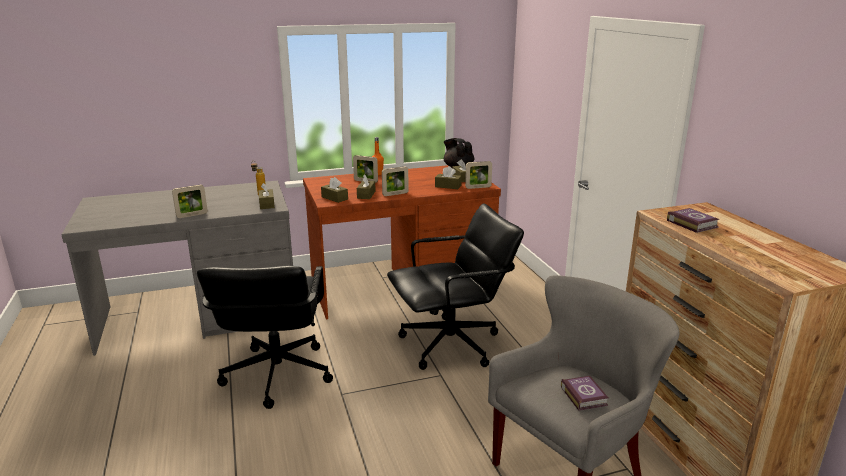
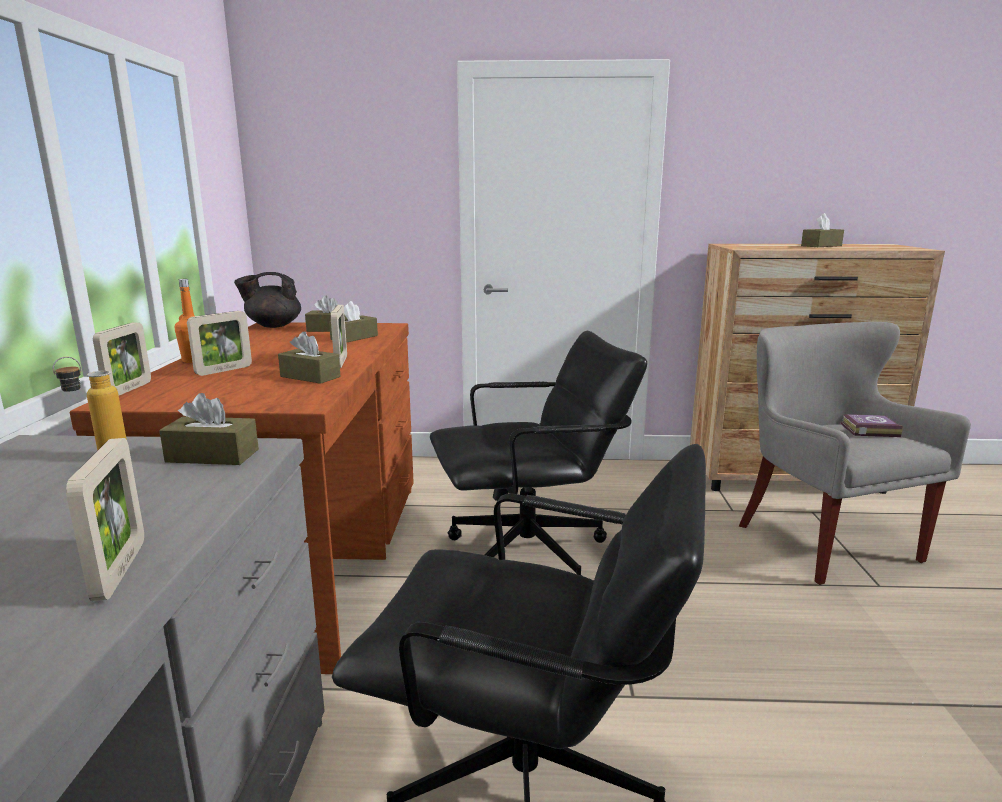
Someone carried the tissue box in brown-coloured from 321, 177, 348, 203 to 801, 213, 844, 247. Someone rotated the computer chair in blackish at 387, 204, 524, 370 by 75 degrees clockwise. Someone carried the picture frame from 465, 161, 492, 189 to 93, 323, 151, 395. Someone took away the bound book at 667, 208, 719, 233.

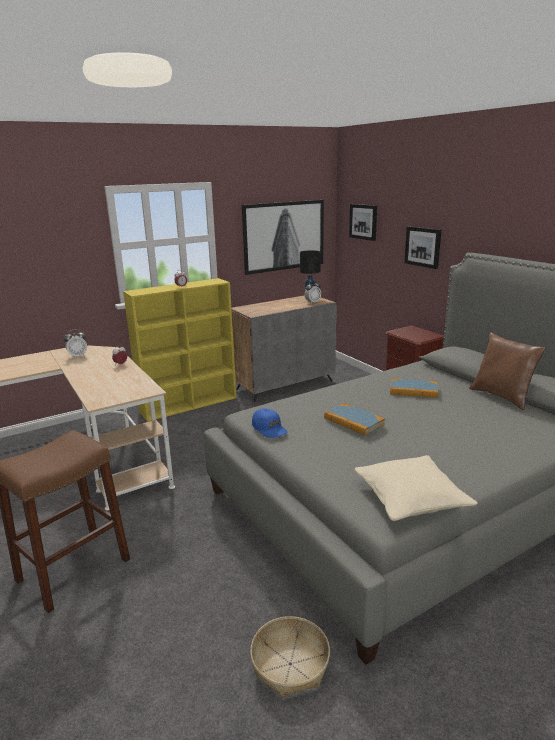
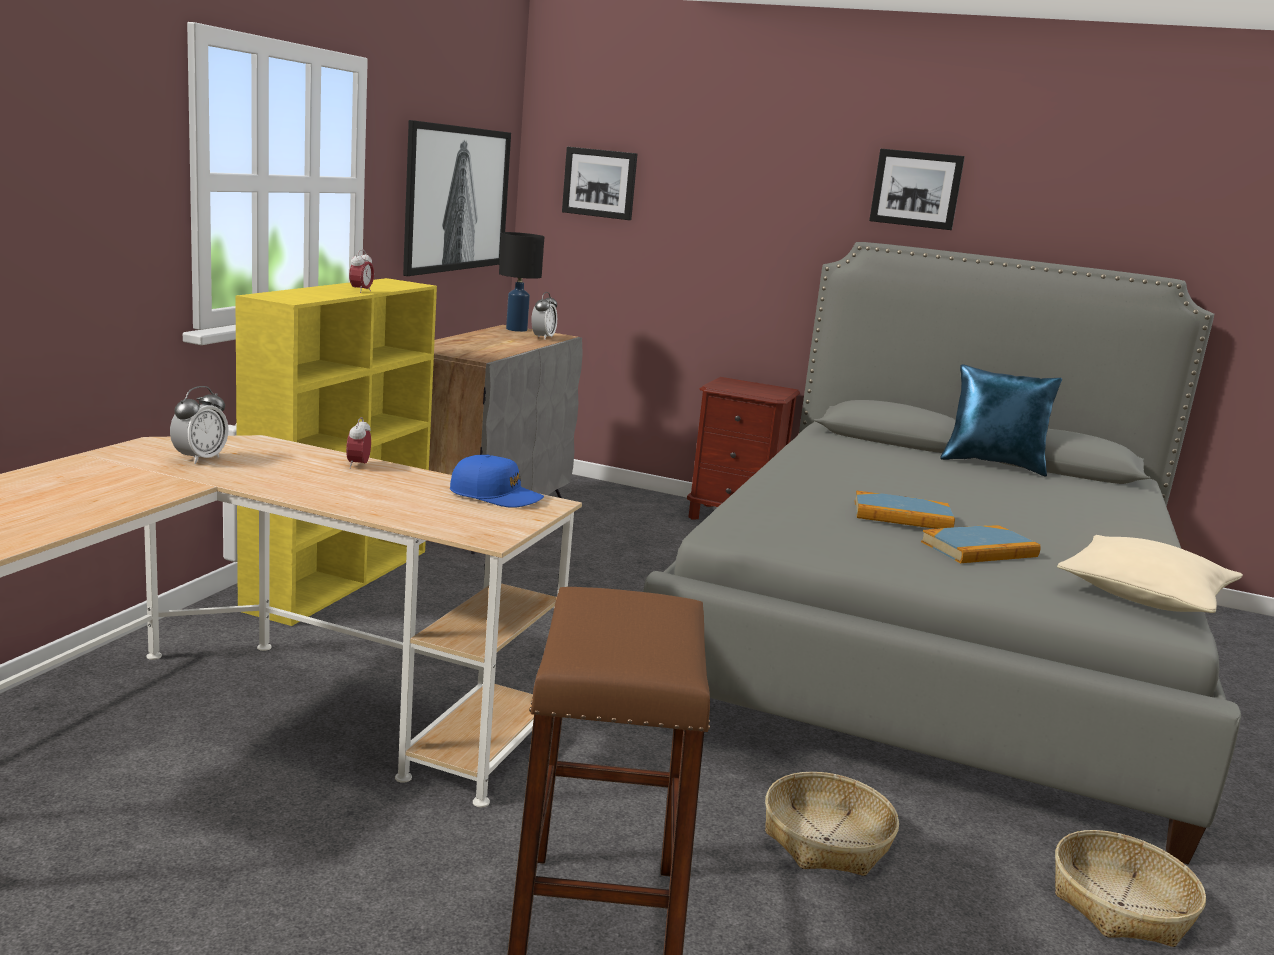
Someone carried the baseball cap in blue-coloured from 252, 408, 288, 438 to 450, 455, 544, 508. Someone carried the bound book from 390, 378, 438, 398 to 921, 525, 1041, 563. Someone carried the wall art from 404, 226, 441, 269 to 869, 149, 965, 230. Someone repainted the pillow in brown-coloured at 469, 333, 546, 410, which became the pillow in blue-coloured at 940, 364, 1062, 476. Someone put down the basket at 765, 772, 899, 876.

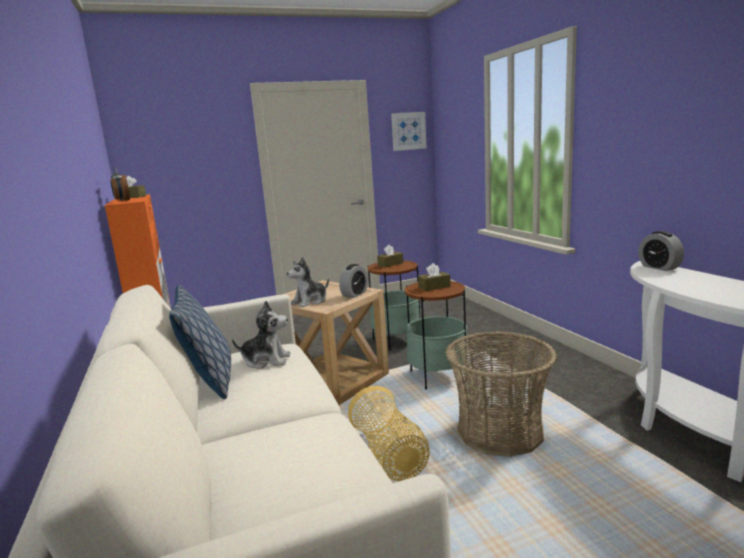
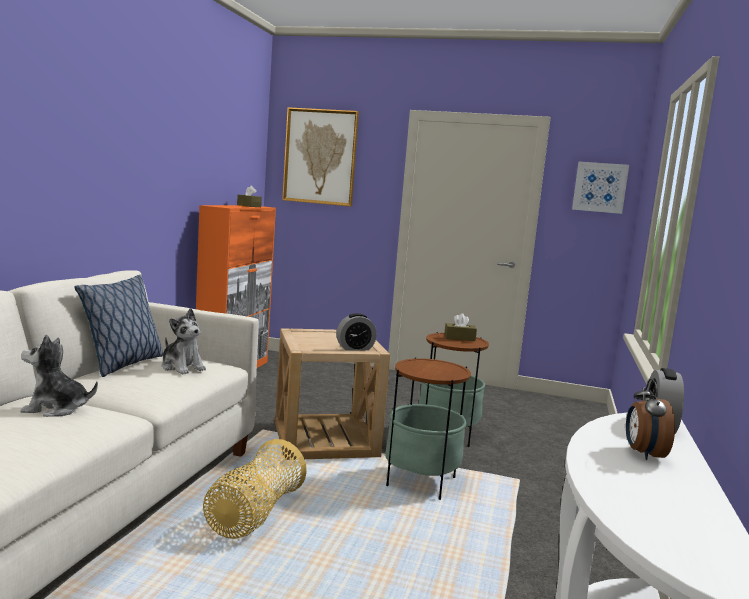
Someone carried the bedside clock from 111, 166, 130, 201 to 626, 379, 675, 460. Someone carried the cuddly toy from 287, 257, 329, 307 to 20, 334, 98, 417. Someone took away the tissue box in brown-coloured at 418, 263, 451, 291. Someone took away the basket at 445, 331, 557, 457. Someone put up the wall art at 282, 107, 359, 207.

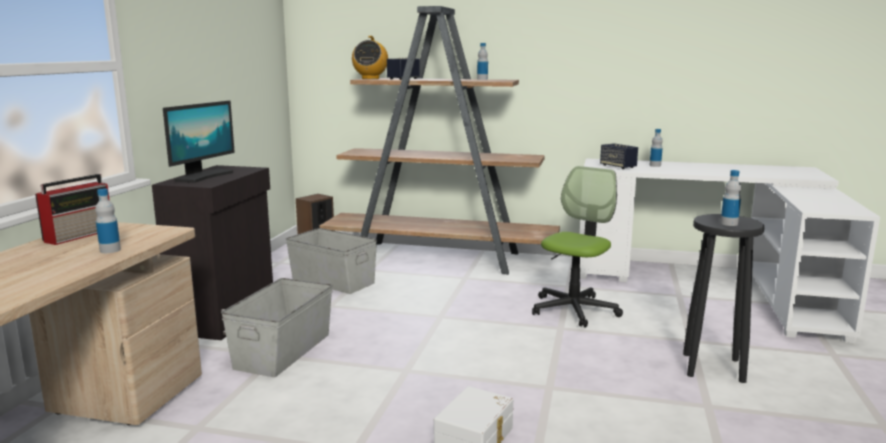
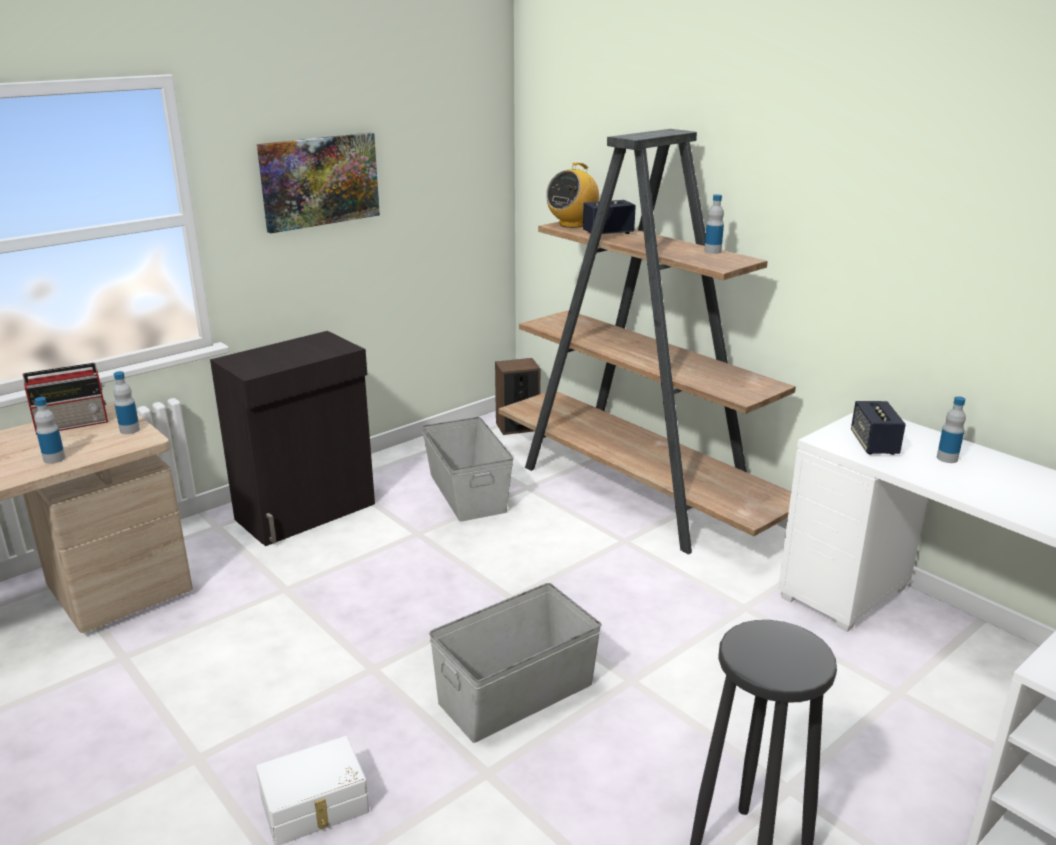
Someone took away the computer display at 163, 101, 235, 183. Someone carried the storage box in grey from 221, 278, 333, 377 to 429, 583, 602, 743. Someone took away the computer chair at 532, 166, 623, 328. Someone carried the drink bottle from 720, 170, 741, 226 to 113, 371, 140, 434. Someone put up the wall art at 257, 132, 380, 233.

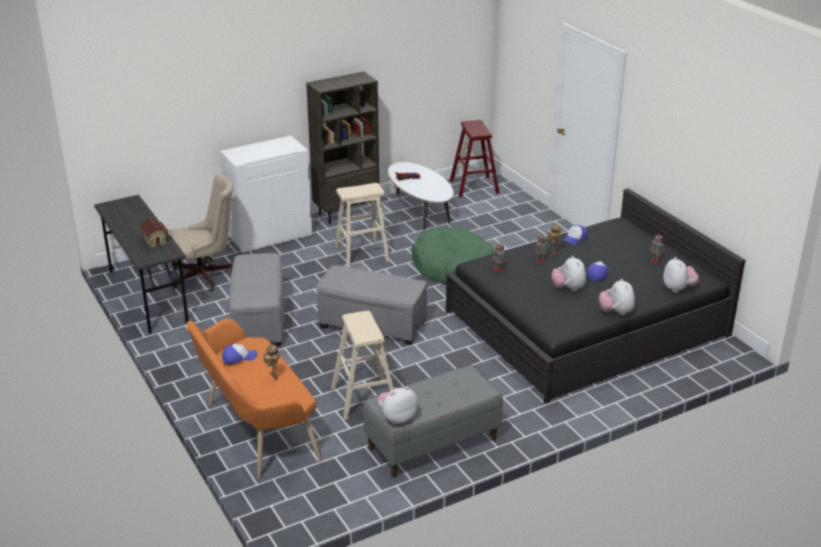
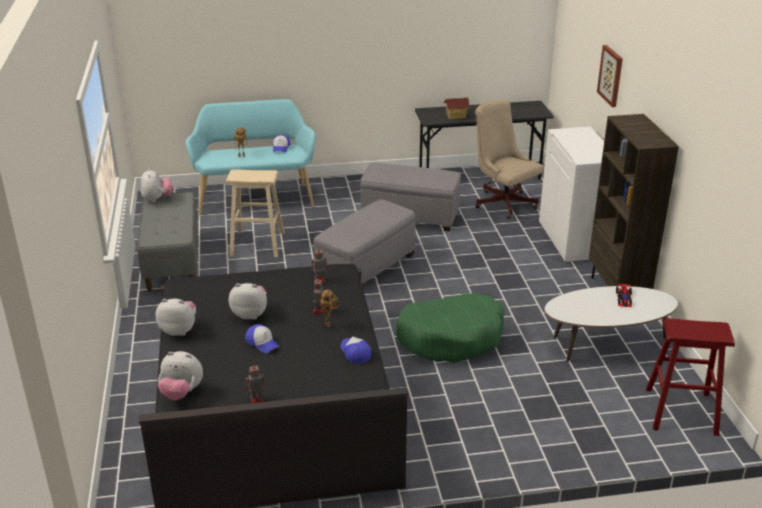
Someone rotated the computer chair in sand-coloured at 170, 174, 234, 291 by 135 degrees clockwise. Someone repainted the bench in orange at 186, 318, 322, 480, which became the bench in turquoise at 186, 99, 316, 216. Someone took away the stool in sand-coloured at 335, 183, 390, 267. Someone put up the wall art at 597, 45, 623, 107.

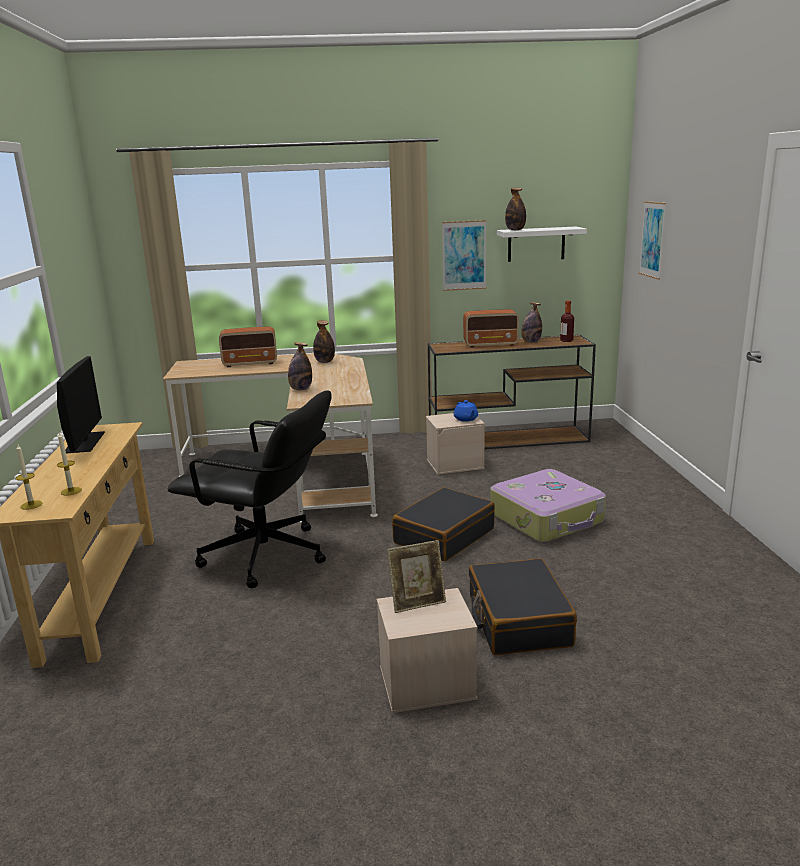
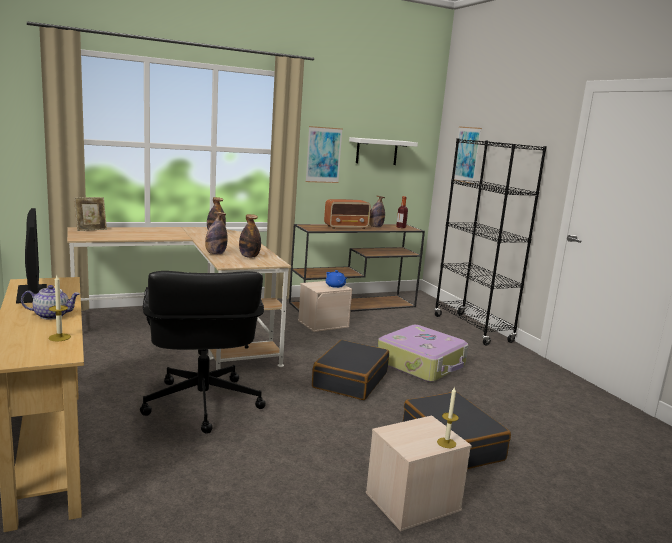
Someone carried the candle from 16, 445, 43, 510 to 437, 387, 459, 448. Someone rotated the computer chair in blackish at 168, 390, 332, 588 by 75 degrees clockwise. Someone took away the radio receiver at 219, 326, 277, 367. Someone carried the picture frame from 387, 540, 446, 613 to 74, 197, 107, 231. Someone carried the drink bottle from 505, 188, 526, 230 to 239, 214, 261, 258. Someone put down the teapot at 21, 285, 80, 320. Someone put down the bookshelf in blackish at 434, 138, 547, 345.

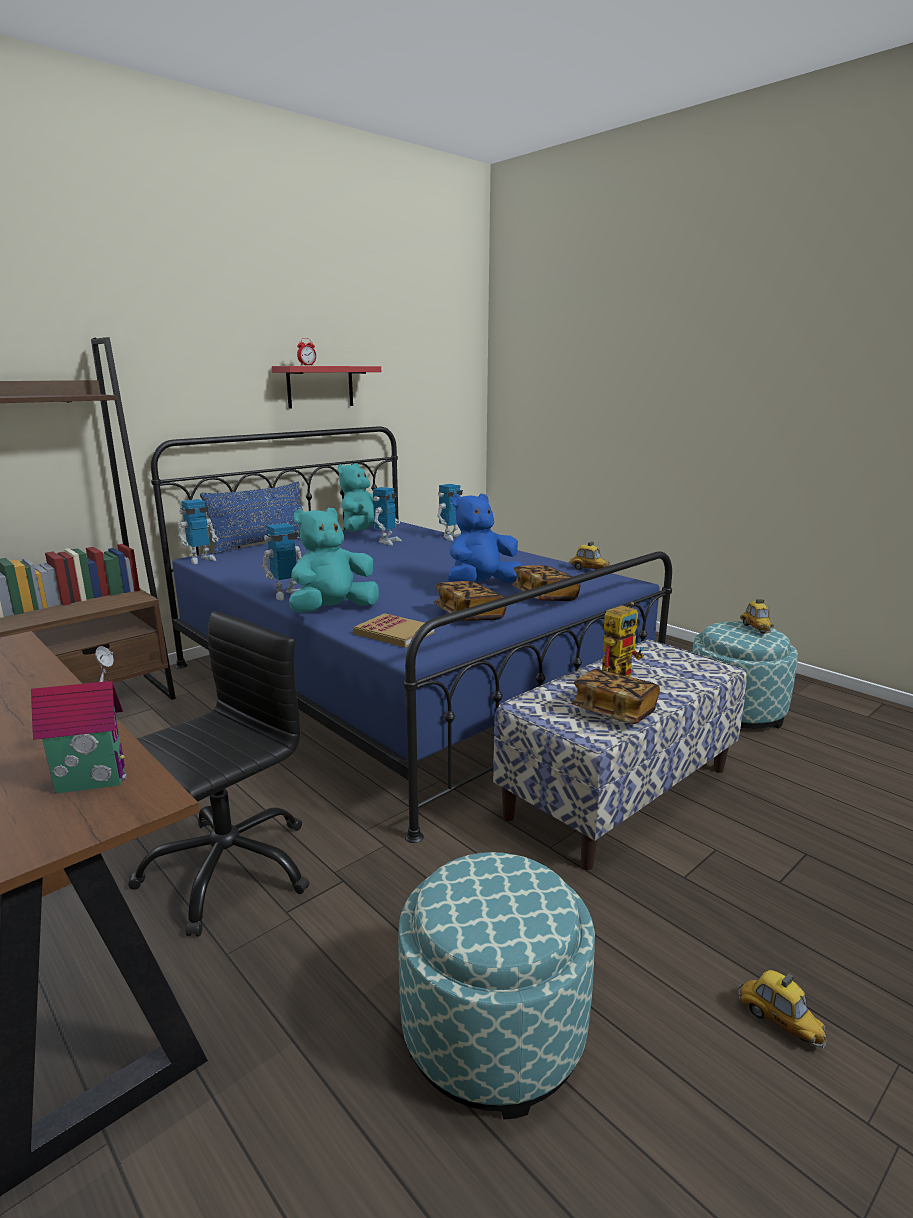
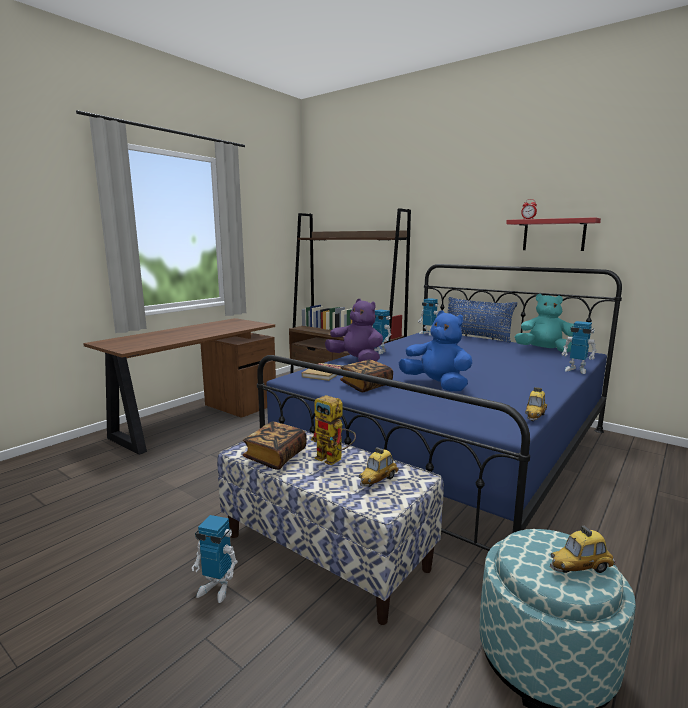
Someone took away the miniature house at 31, 646, 127, 794. Someone took away the computer chair in blackish at 128, 611, 309, 937. Someone repainted the cuddly toy in turquoise at 289, 508, 379, 613, which became the cuddly toy in purple-coloured at 325, 299, 383, 362. Someone carried the robot figure from 373, 487, 402, 545 to 192, 515, 238, 603. Someone took away the ottoman at 398, 852, 595, 1119. Someone took away the bound book at 512, 565, 580, 601. Someone carried the toy car from 738, 970, 827, 1049 to 359, 447, 399, 487.

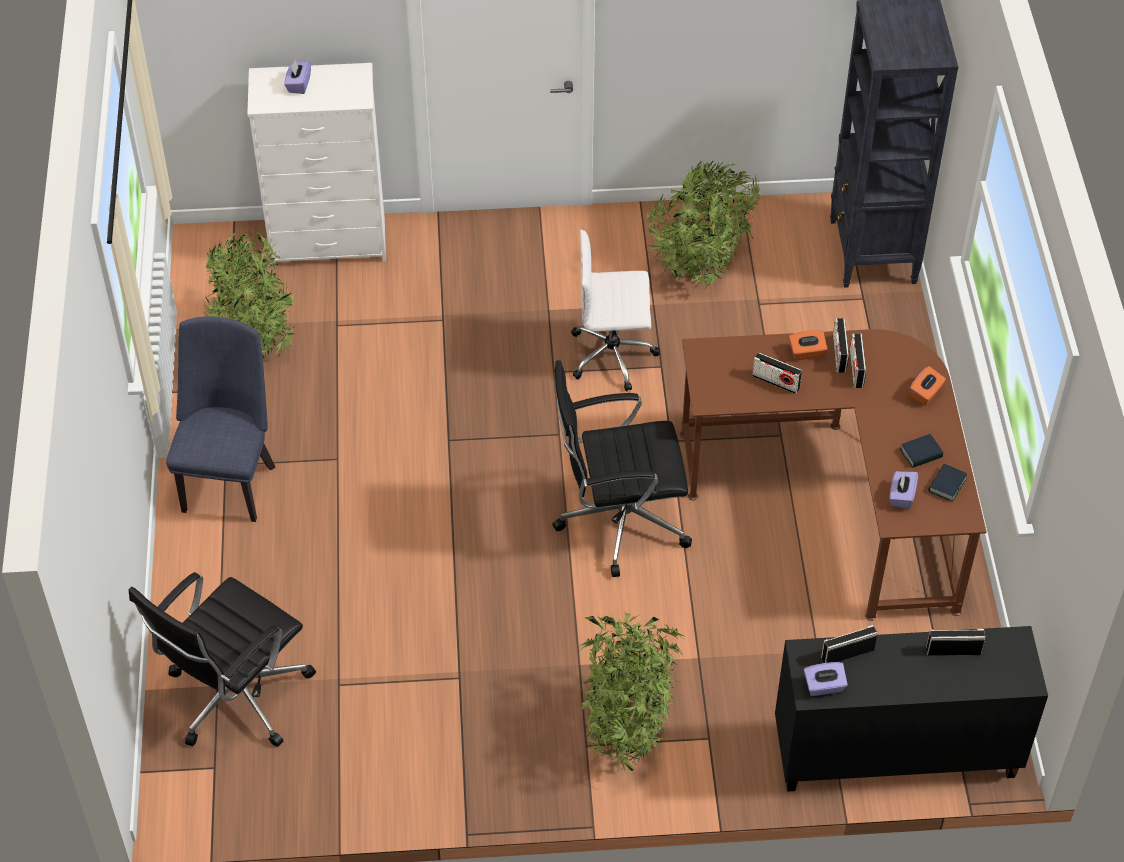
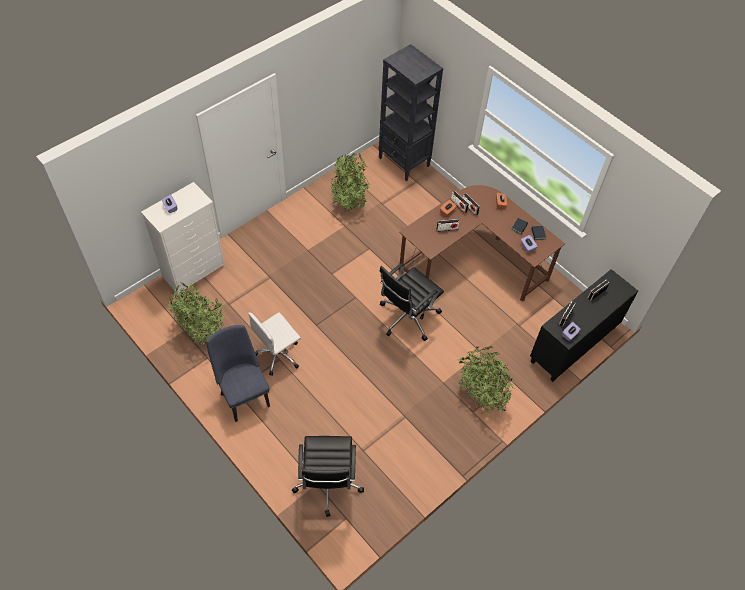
Someone carried the computer chair in white-coloured from 571, 229, 660, 391 to 248, 312, 301, 376.

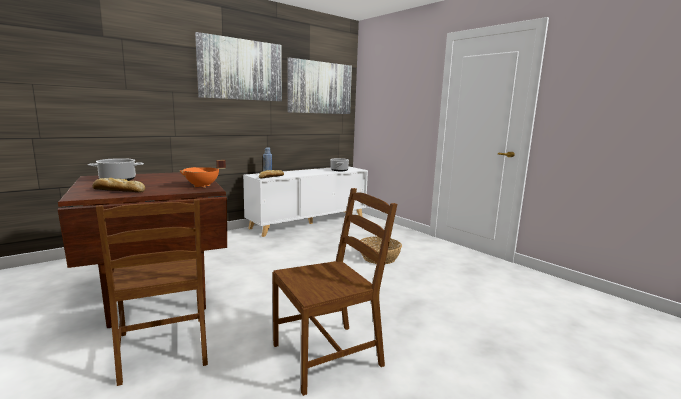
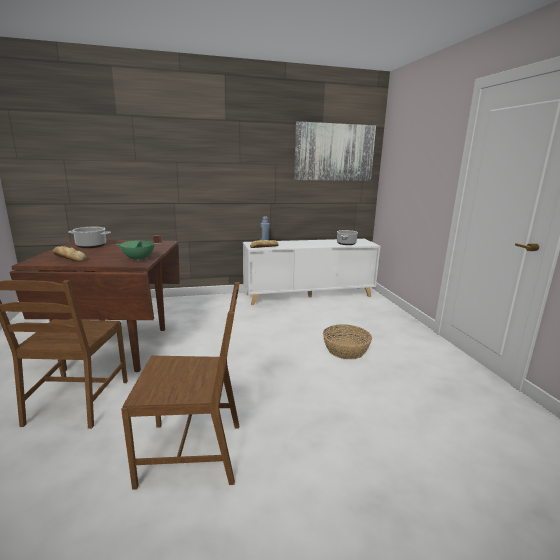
Someone repainted the cooking pot in orange at 179, 160, 226, 188, which became the cooking pot in green-coloured at 116, 235, 162, 261. Someone took away the wall art at 195, 32, 282, 101.

